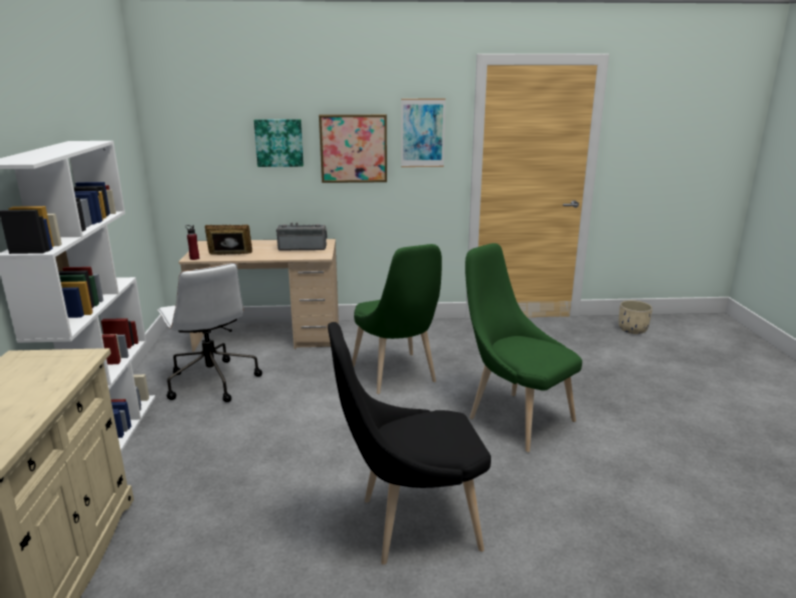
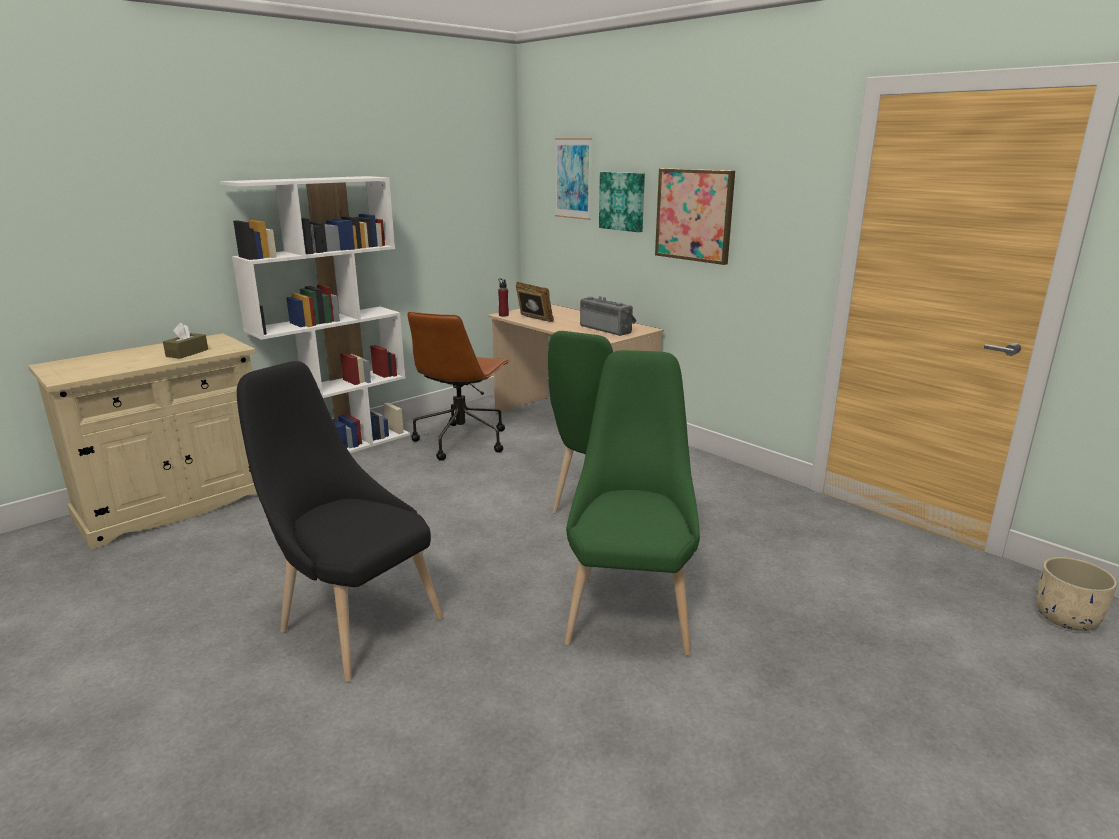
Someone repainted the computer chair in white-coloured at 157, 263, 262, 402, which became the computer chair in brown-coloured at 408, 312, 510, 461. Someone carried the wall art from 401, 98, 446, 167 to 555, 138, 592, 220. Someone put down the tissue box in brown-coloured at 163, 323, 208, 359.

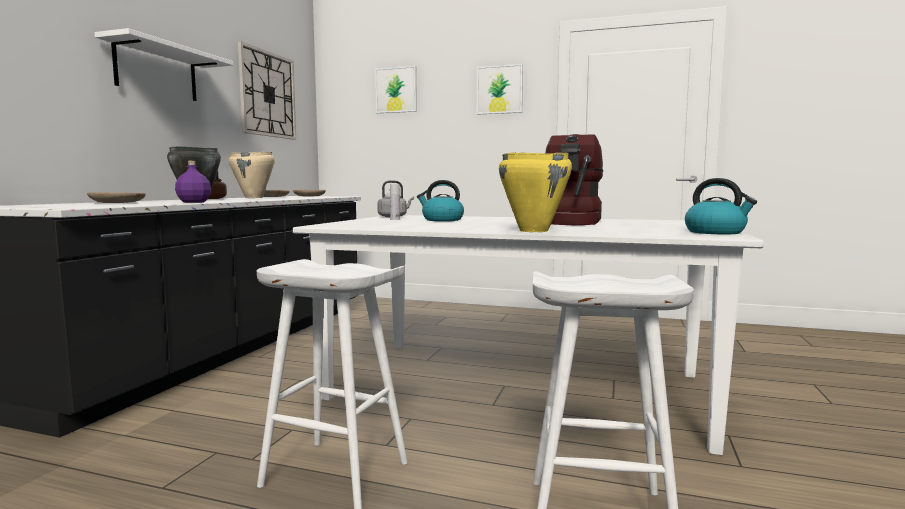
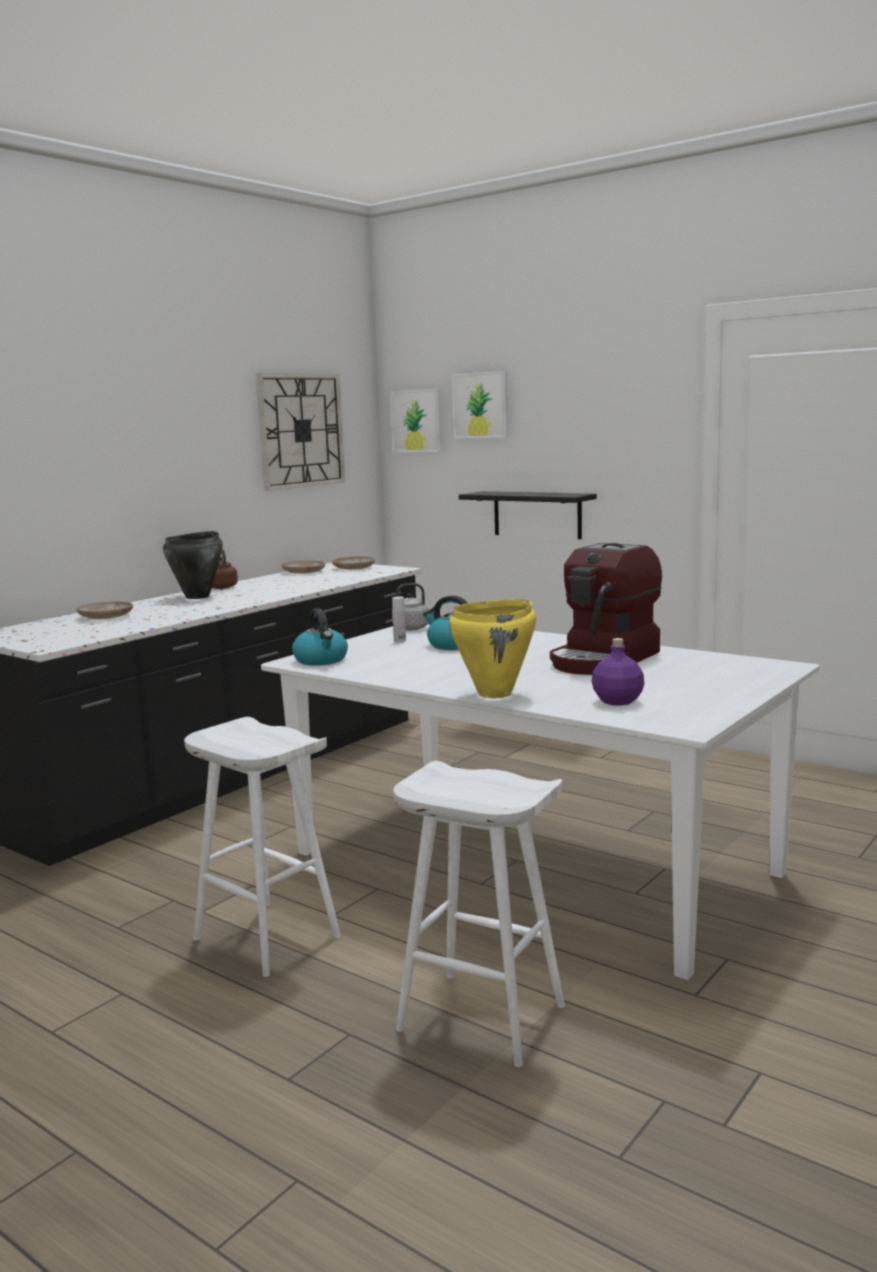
Someone took away the bracket shelf in white-coloured at 94, 28, 233, 101. Someone carried the drink bottle in purple-coloured from 175, 161, 211, 203 to 592, 638, 645, 706. Someone took away the cooking pot in sand-coloured at 229, 152, 275, 198. Someone carried the wall art from 477, 64, 523, 115 to 390, 389, 442, 452. Someone carried the kettle from 685, 178, 757, 234 to 292, 608, 348, 666. Someone put up the bracket shelf in blackish at 459, 491, 597, 539.

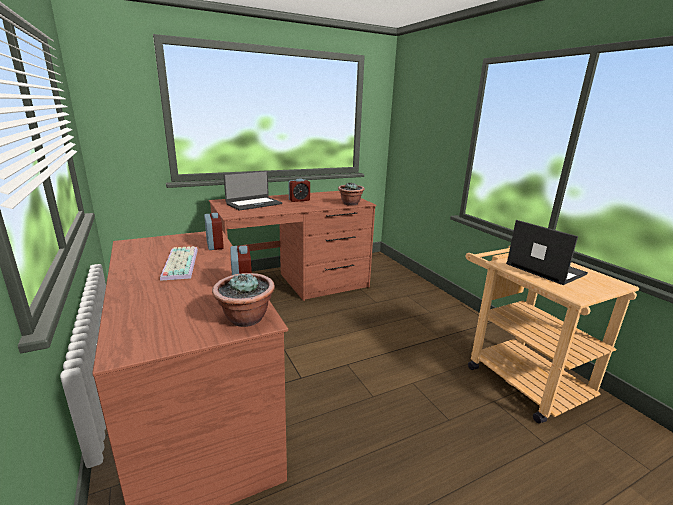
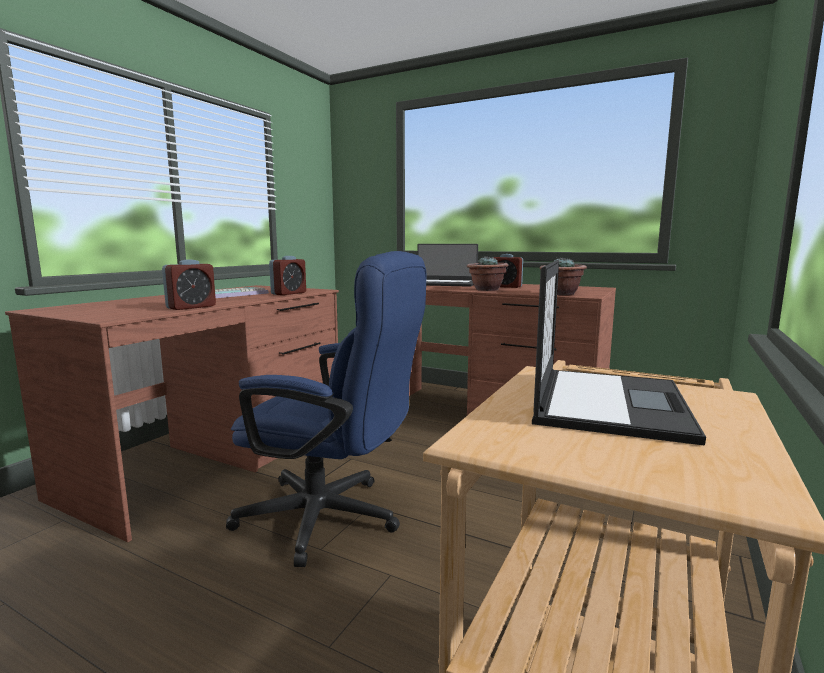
Someone carried the houseplant from 212, 273, 275, 327 to 467, 256, 509, 291. Someone put down the computer chair in blue-coloured at 226, 251, 426, 567.

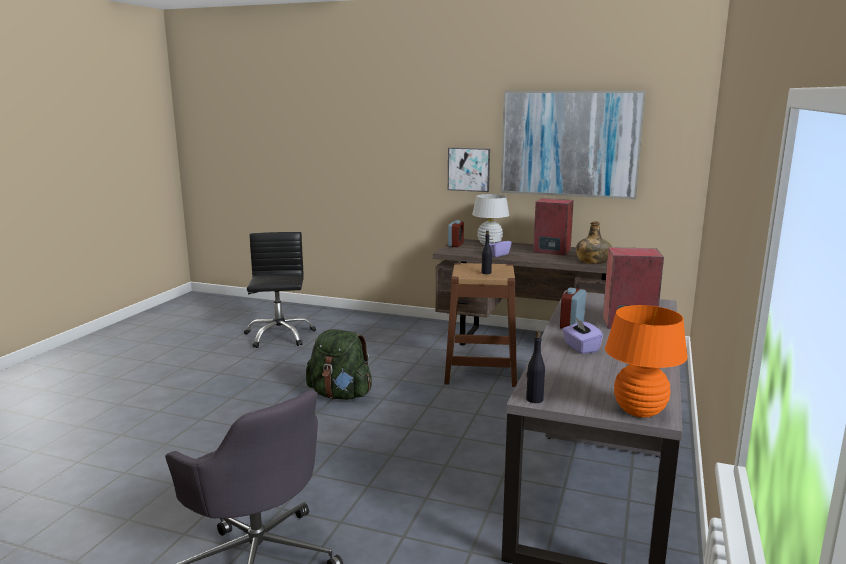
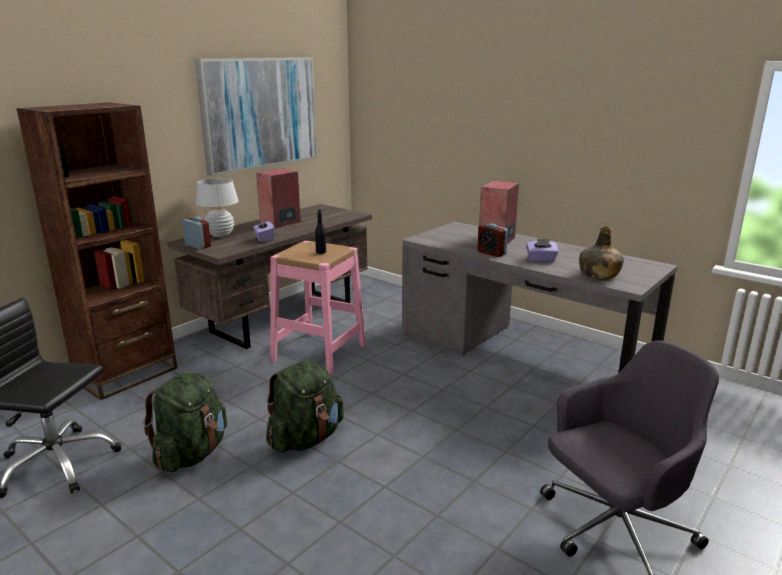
Someone repainted the stool in brown-coloured at 444, 263, 517, 387, which became the stool in pink at 270, 240, 366, 376. Someone took away the wall art at 448, 148, 490, 192. Someone took away the drink bottle in blackish at 526, 330, 545, 403. Someone carried the drink bottle in green-coloured from 576, 221, 612, 264 to 579, 226, 624, 280. Someone took away the tabletop lamp in orange at 605, 305, 688, 418. Someone put down the bookshelf in brown-coloured at 16, 103, 177, 400. Someone put down the rucksack in green-coloured at 143, 372, 227, 472.

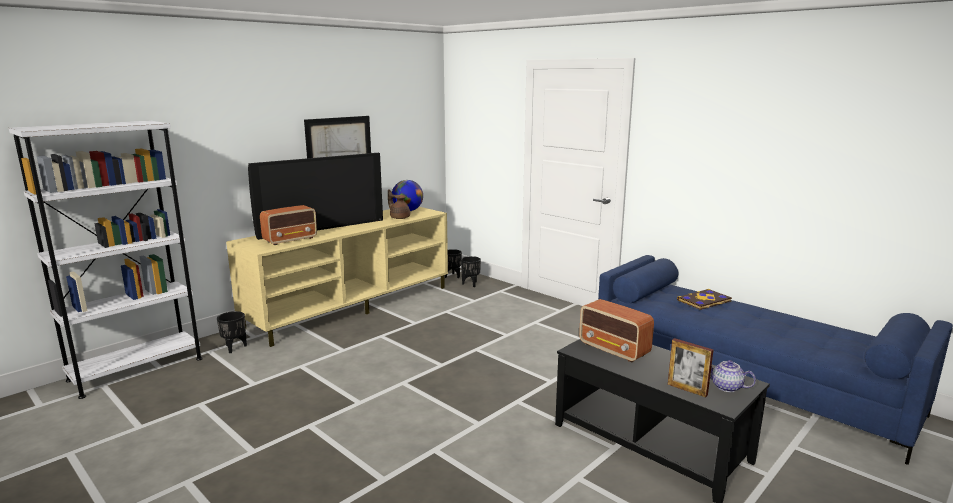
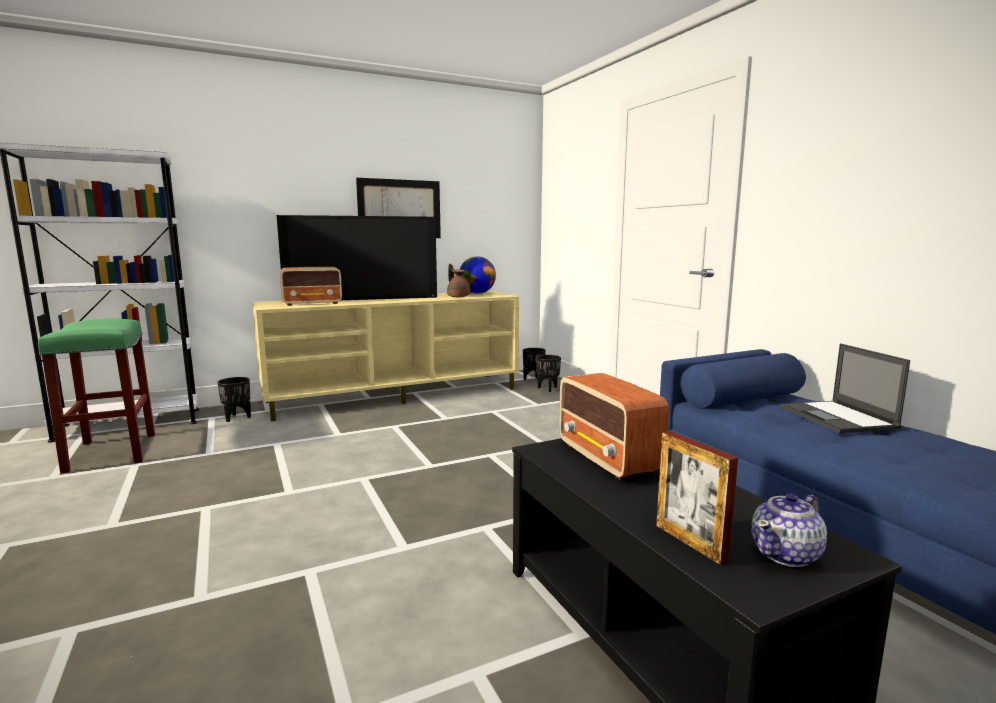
Someone swapped the bound book at 677, 289, 732, 310 for the portable computer at 780, 343, 910, 433. Someone rotated the teapot at 710, 360, 756, 392 by 90 degrees counterclockwise. Someone put down the stool in green-coloured at 38, 318, 155, 474.

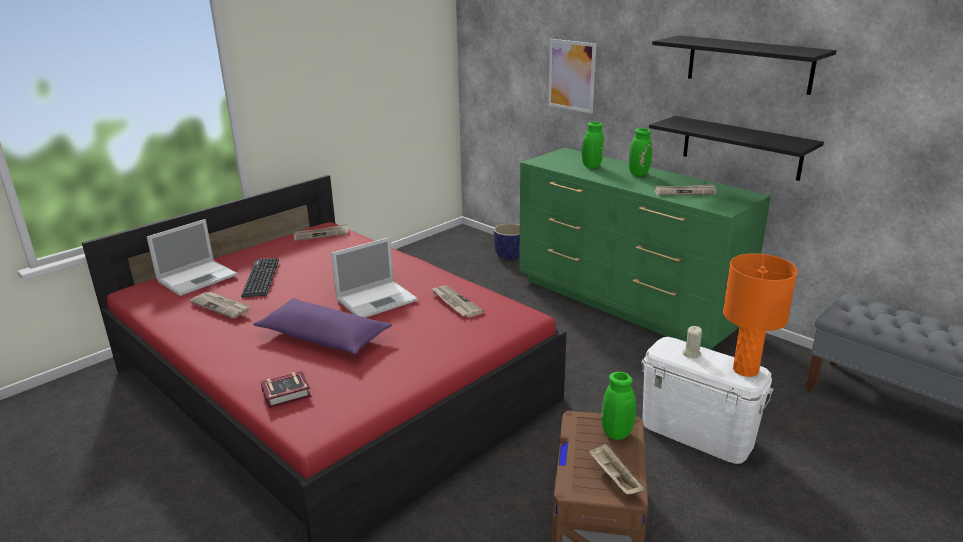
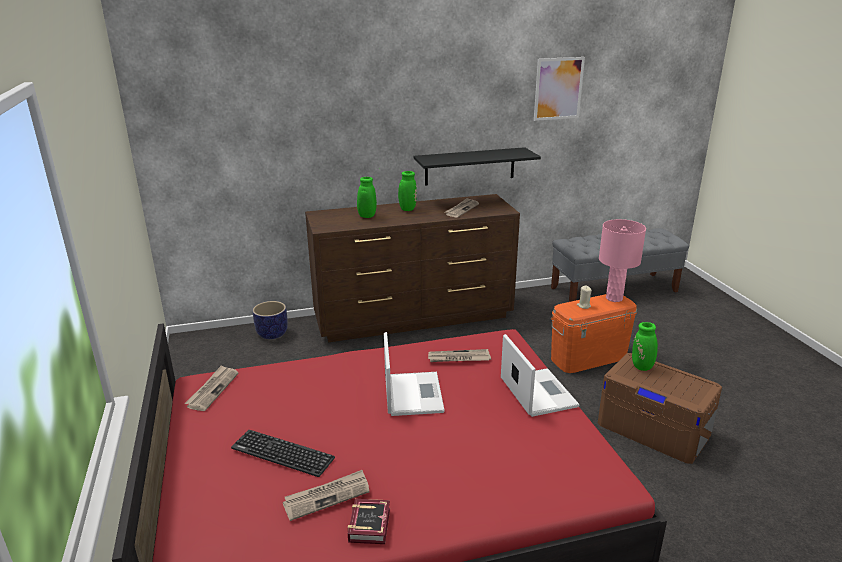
Someone carried the portable computer from 147, 219, 237, 296 to 501, 334, 580, 417. Someone took away the pillow in purple-coloured at 253, 298, 392, 354. Someone carried the bound book from 261, 371, 312, 408 to 348, 499, 390, 544. Someone repainted the chest of drawers in green-coloured at 519, 148, 771, 350, which became the chest of drawers in brown-coloured at 305, 194, 520, 342. Someone carried the wall art from 548, 39, 596, 114 to 534, 57, 585, 121. Someone took away the tray in sand-coloured at 588, 443, 645, 494. Someone repainted the storage box in white-coloured at 641, 337, 774, 464, which became the storage box in orange at 551, 294, 637, 373. Someone took away the bracket shelf in blackish at 652, 35, 837, 95. Someone repainted the tabletop lamp in orange at 723, 253, 798, 377, which became the tabletop lamp in pink at 599, 219, 646, 302.

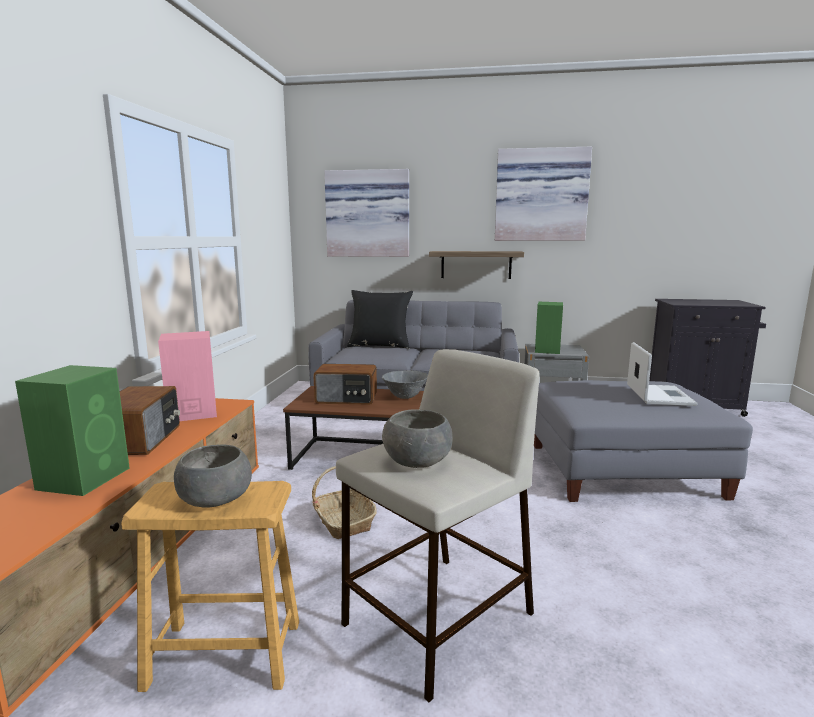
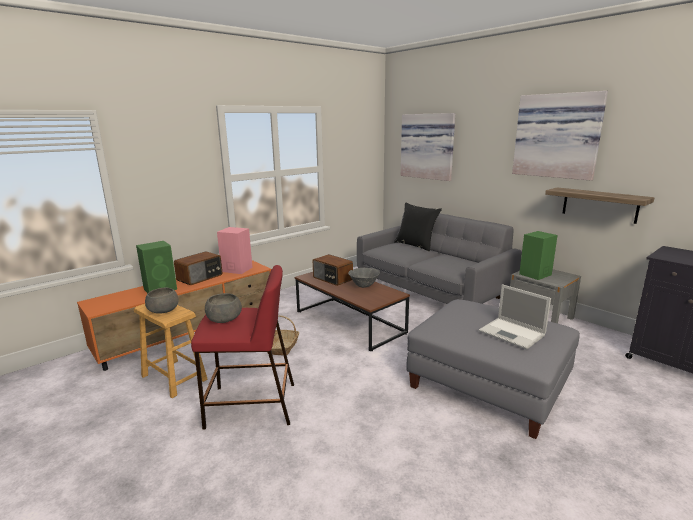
Someone repainted the stool in sand-coloured at 336, 349, 540, 702, which became the stool in red-coloured at 191, 265, 294, 430. Someone carried the bracket shelf from 429, 251, 524, 279 to 545, 187, 655, 224. Someone rotated the portable computer at 627, 342, 698, 406 by 90 degrees clockwise.

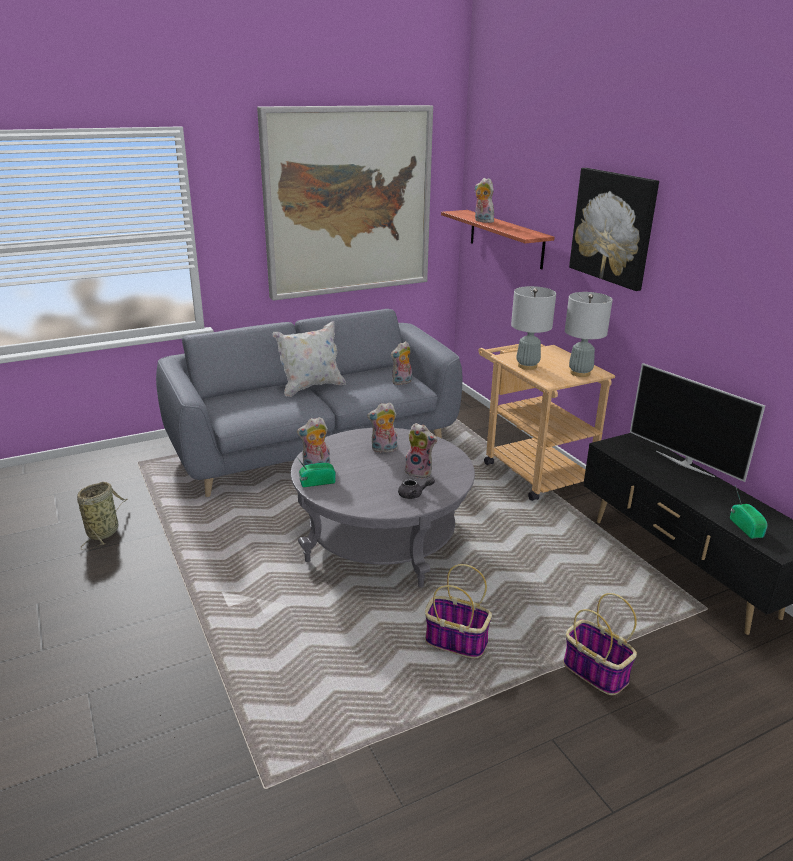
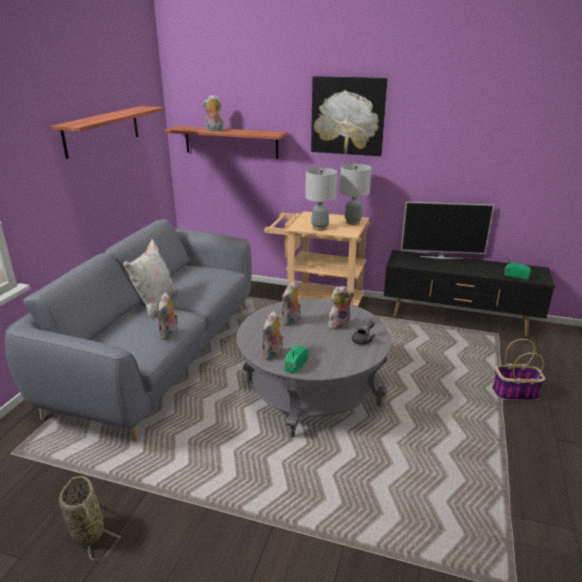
Someone swapped the wall art at 257, 105, 433, 301 for the bracket shelf at 50, 106, 164, 159. Someone carried the cuddly toy from 391, 341, 412, 385 to 158, 292, 178, 340. Someone took away the basket at 425, 564, 492, 658.

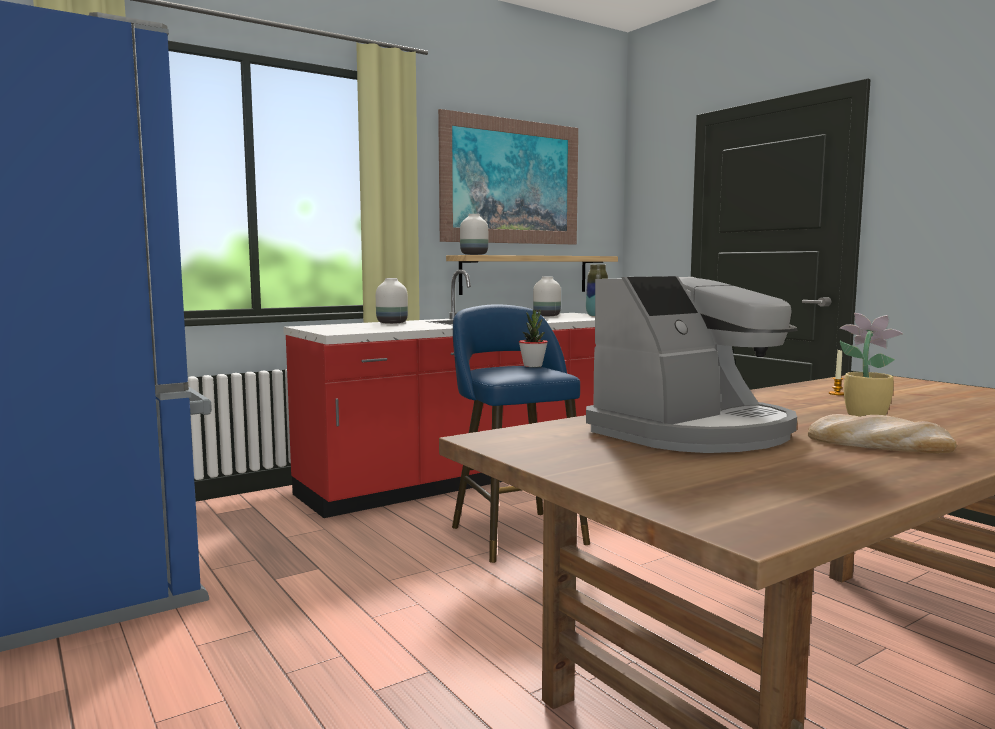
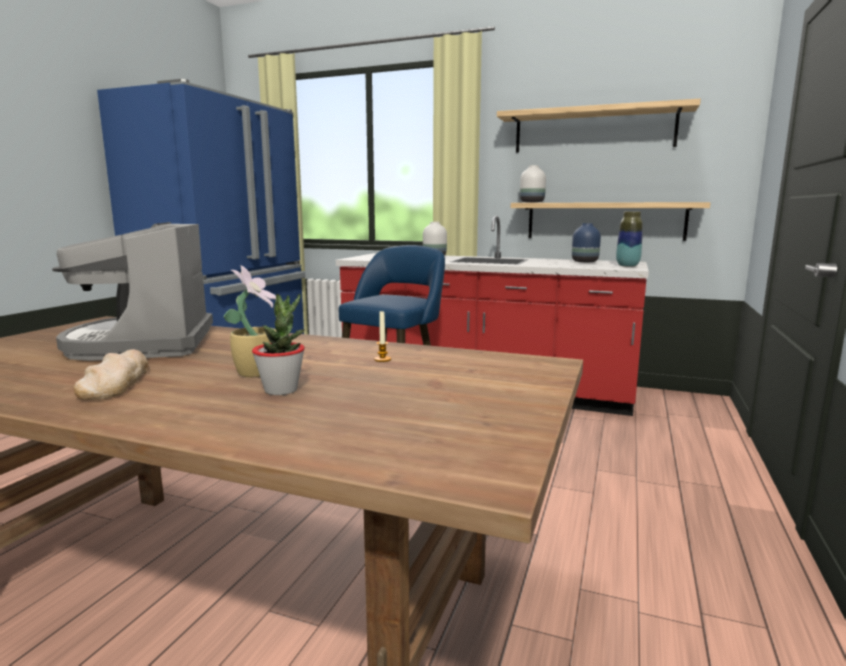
Someone swapped the wall art at 438, 109, 578, 244 for the bracket shelf at 497, 99, 701, 153. Someone carried the houseplant from 519, 310, 548, 367 to 252, 294, 305, 395. Someone repainted the flower vase in white-coloured at 533, 276, 561, 316, which became the flower vase in blue-coloured at 572, 223, 601, 262. Someone rotated the coffee machine at 586, 276, 797, 453 by 60 degrees clockwise.

